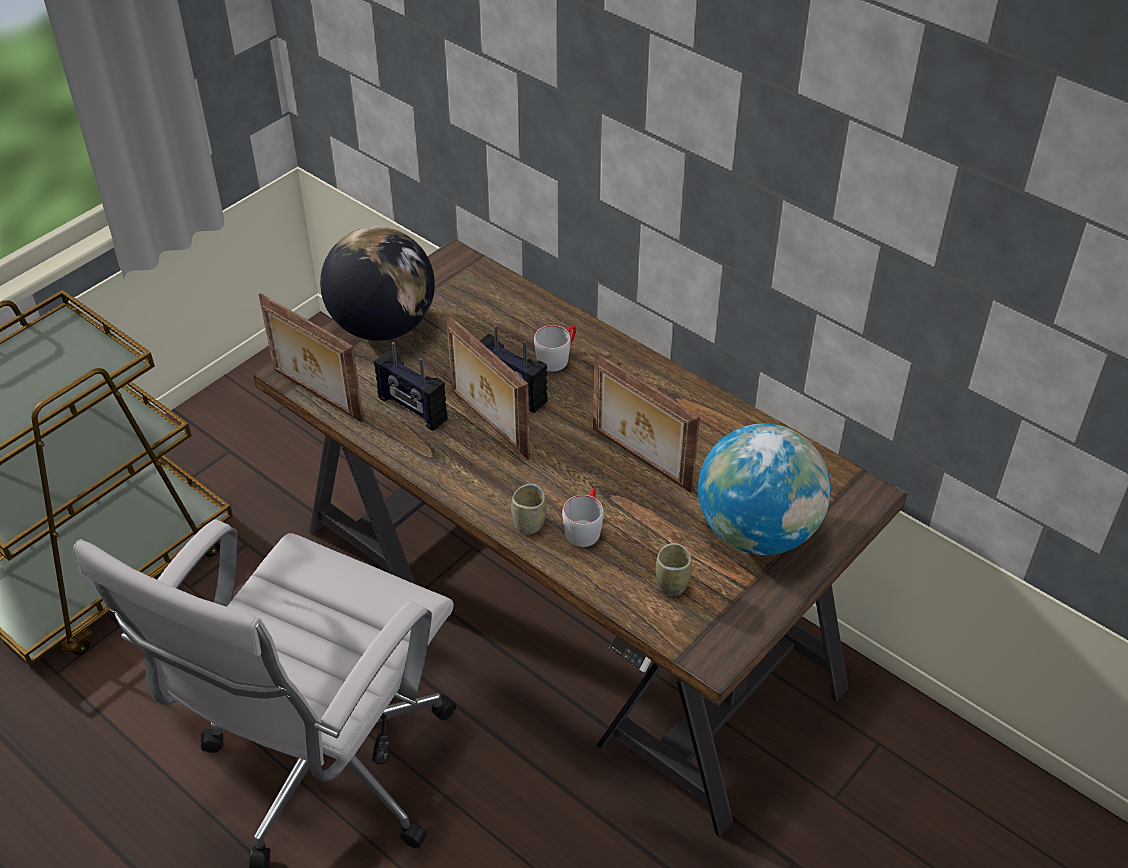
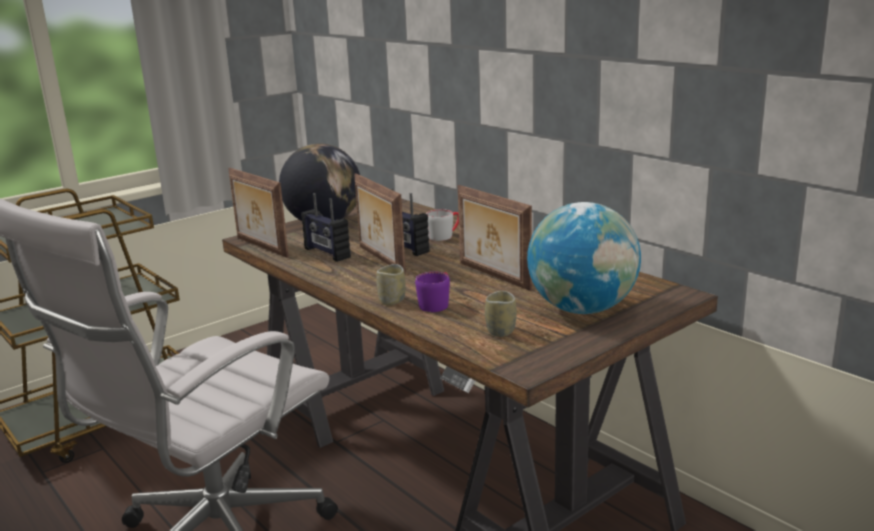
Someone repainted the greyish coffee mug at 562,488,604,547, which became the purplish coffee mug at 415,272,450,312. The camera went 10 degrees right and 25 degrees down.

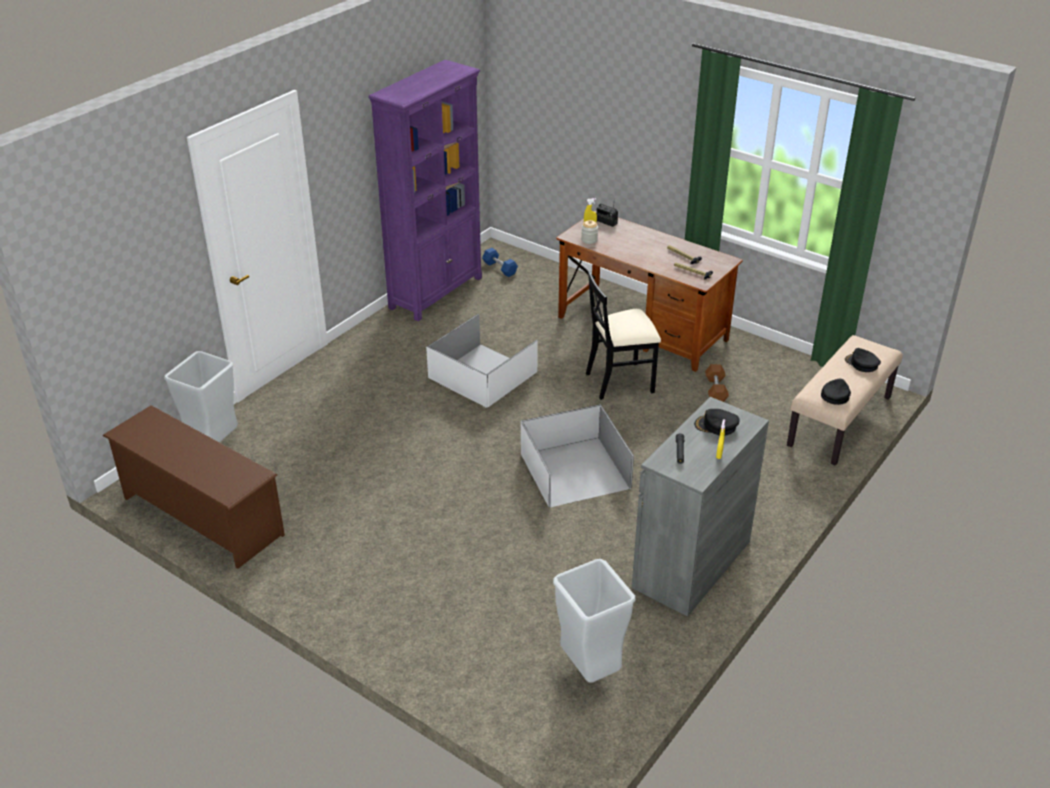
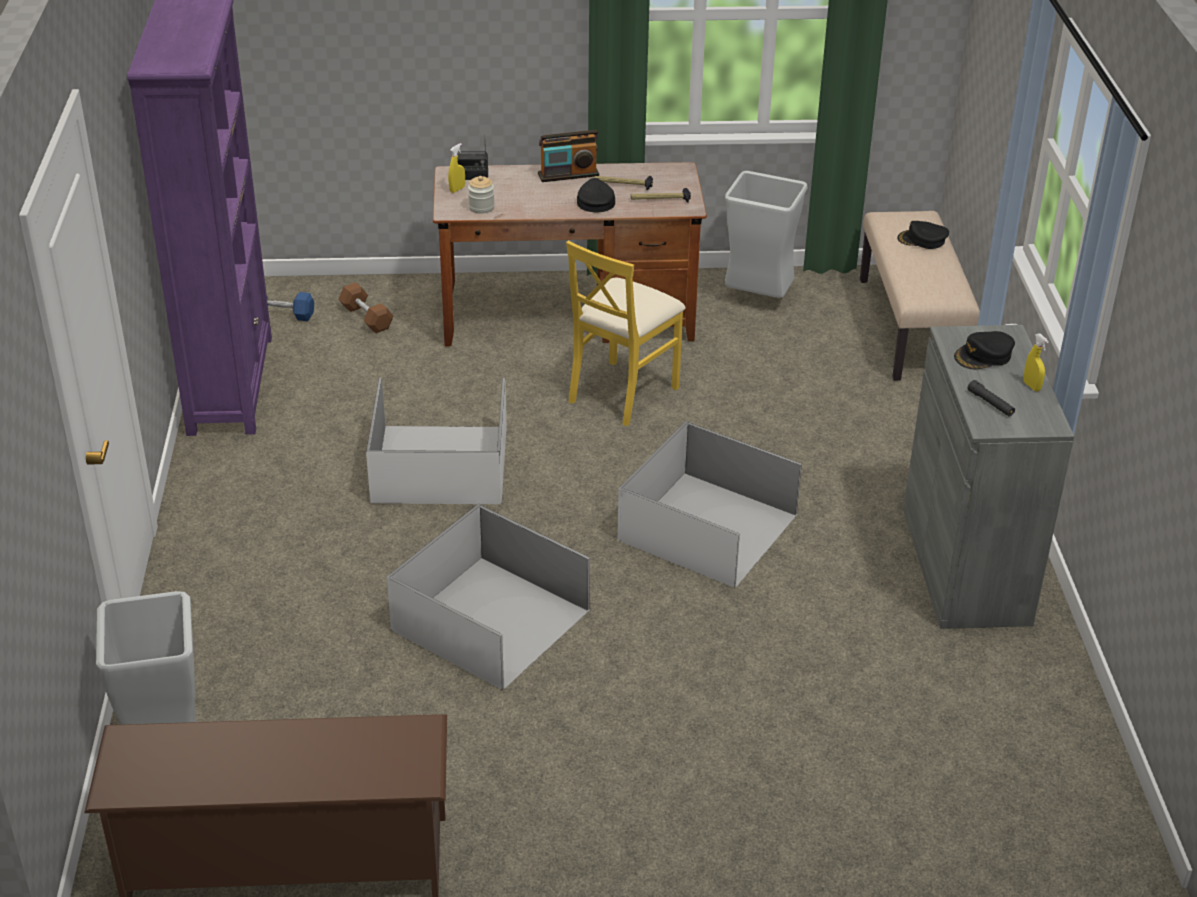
Someone repainted the blackish chair at 586,271,661,400, which became the yellow-coloured chair at 566,241,686,426. Someone carried the brownish hand weight from 705,364,729,402 to 338,282,394,333. Someone carried the blackish peaked cap from 821,379,851,405 to 577,178,615,212. Someone carried the greyish trash can from 553,559,635,683 to 725,171,807,298. Someone put down the radio receiver at 538,130,599,182. Someone put down the whitish storage bin at 387,504,590,690. The camera went 40 degrees left and 0 degrees up.

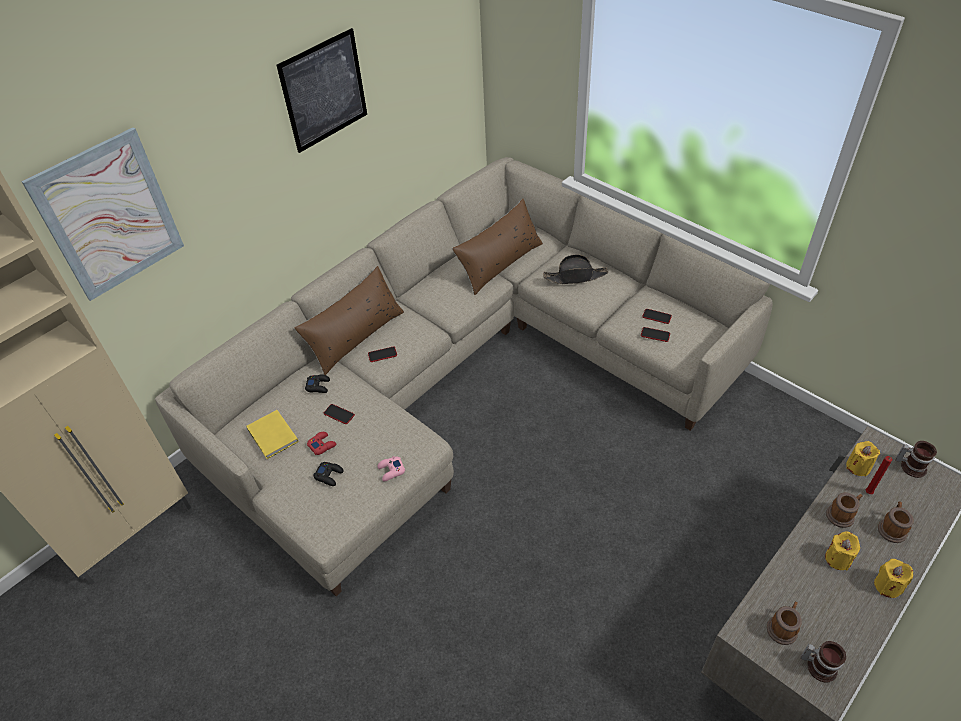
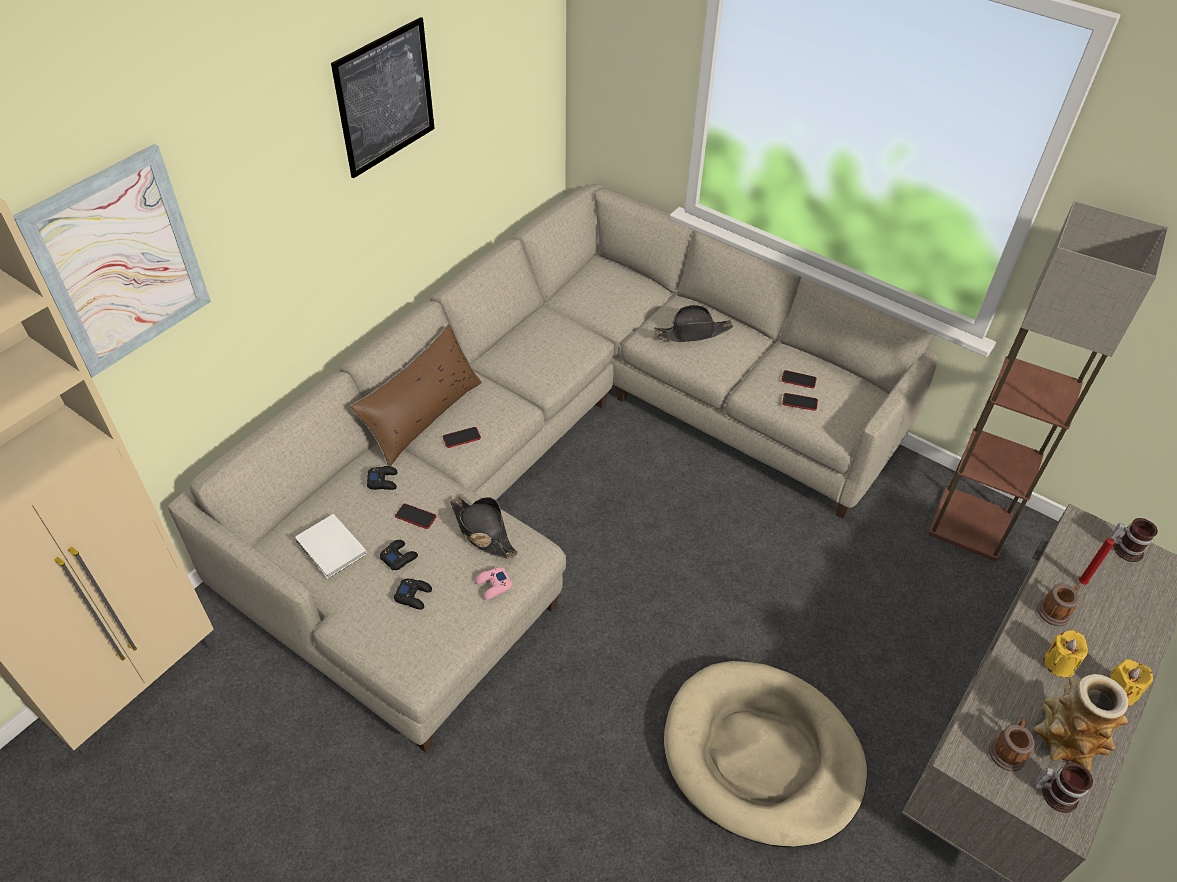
Someone took away the brownish pillow at 452,199,543,295. Someone repainted the yellow-coloured bound book at 246,410,299,459, which became the whitish bound book at 295,514,367,579. Someone repainted the red-coloured gamepad at 307,432,336,455, which became the blackish gamepad at 379,540,418,570. Someone took away the yellow-coloured wax light at 846,441,880,477. Someone took away the coffee mug at 878,501,914,543. Someone put down the standing lamp at 928,201,1169,561. Someone put down the blackish clothing hat at 450,497,518,558. Someone put down the beige dog cushion at 664,661,867,848. Someone put down the vase at 1033,674,1128,772. The camera went 10 degrees left and 0 degrees up.

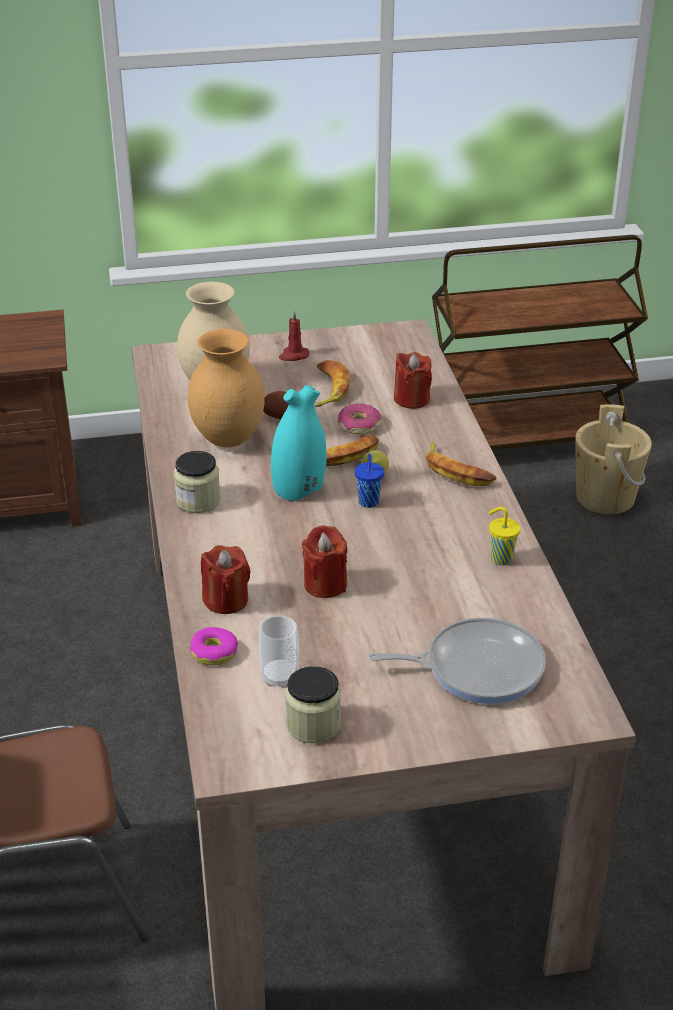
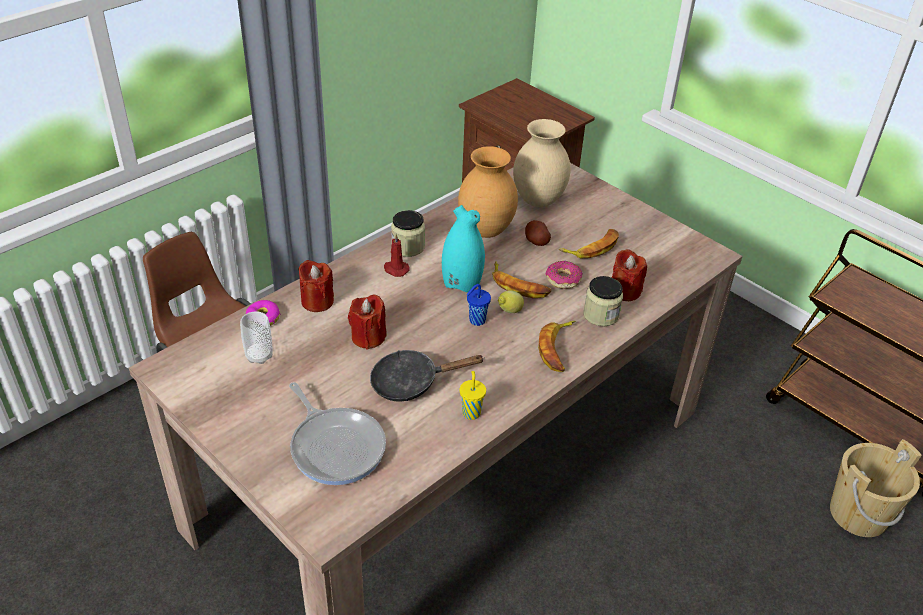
Someone carried the red-coloured wax light from 279,311,310,361 to 384,234,410,277. Someone carried the storage jar from 285,666,341,743 to 584,276,623,326. Someone put down the blackish frying pan at 370,350,485,401. The camera went 55 degrees right and 5 degrees up.

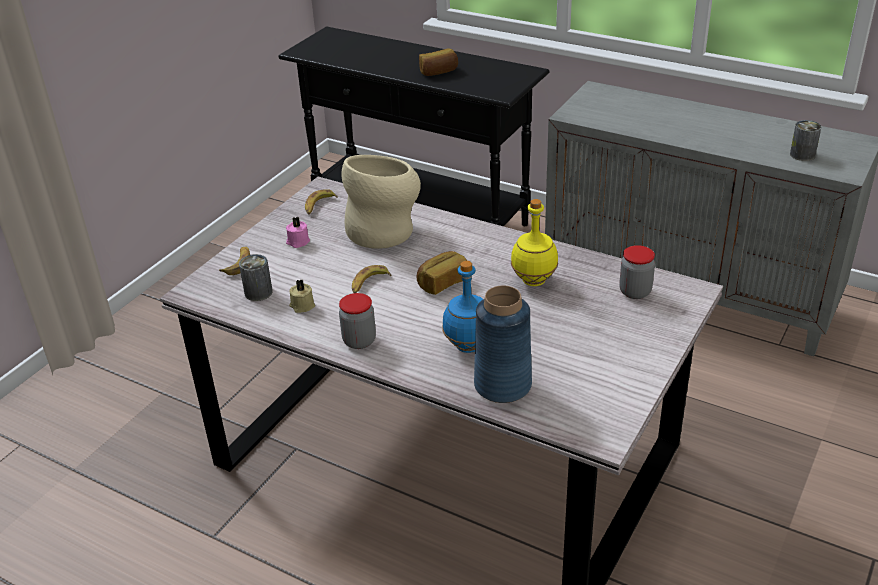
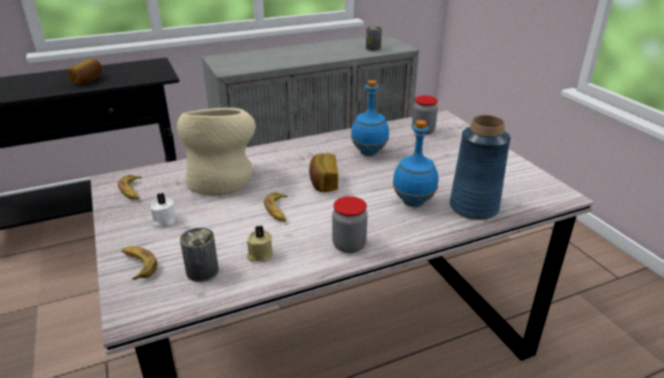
Someone repainted the yellow-coloured drink bottle at 511,199,558,286, which became the bluish drink bottle at 351,80,389,156. Someone repainted the pink wax light at 286,217,310,248, which became the whitish wax light at 151,193,176,227. The camera went 55 degrees left and 5 degrees down.

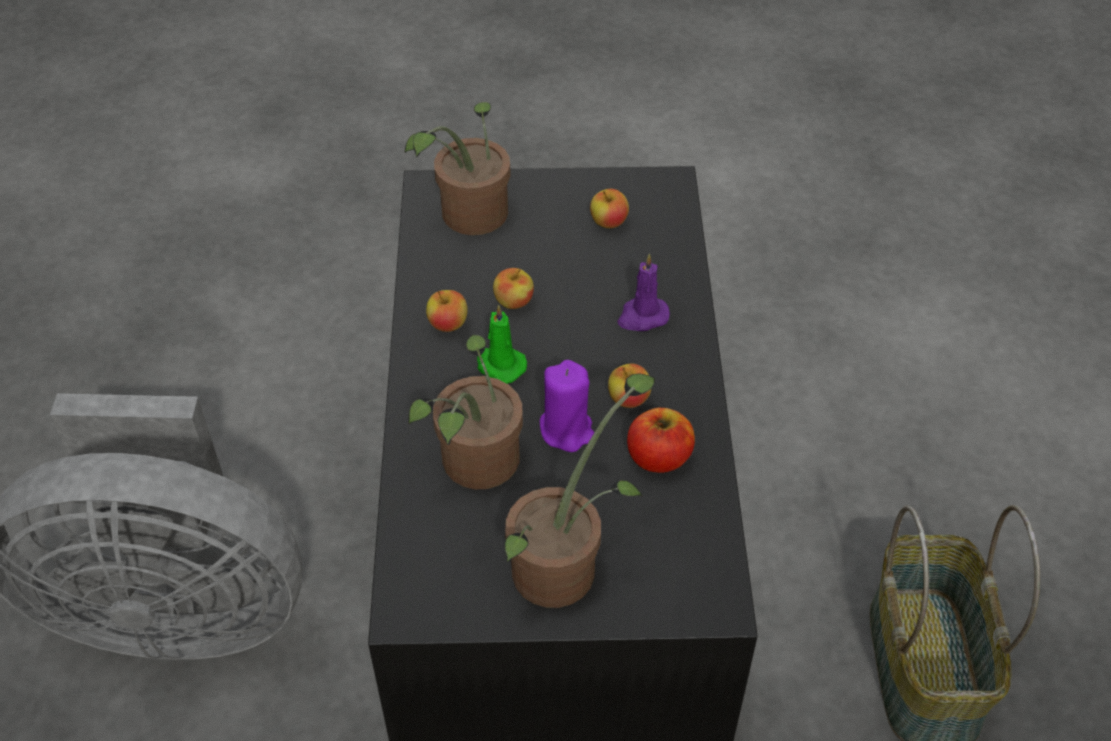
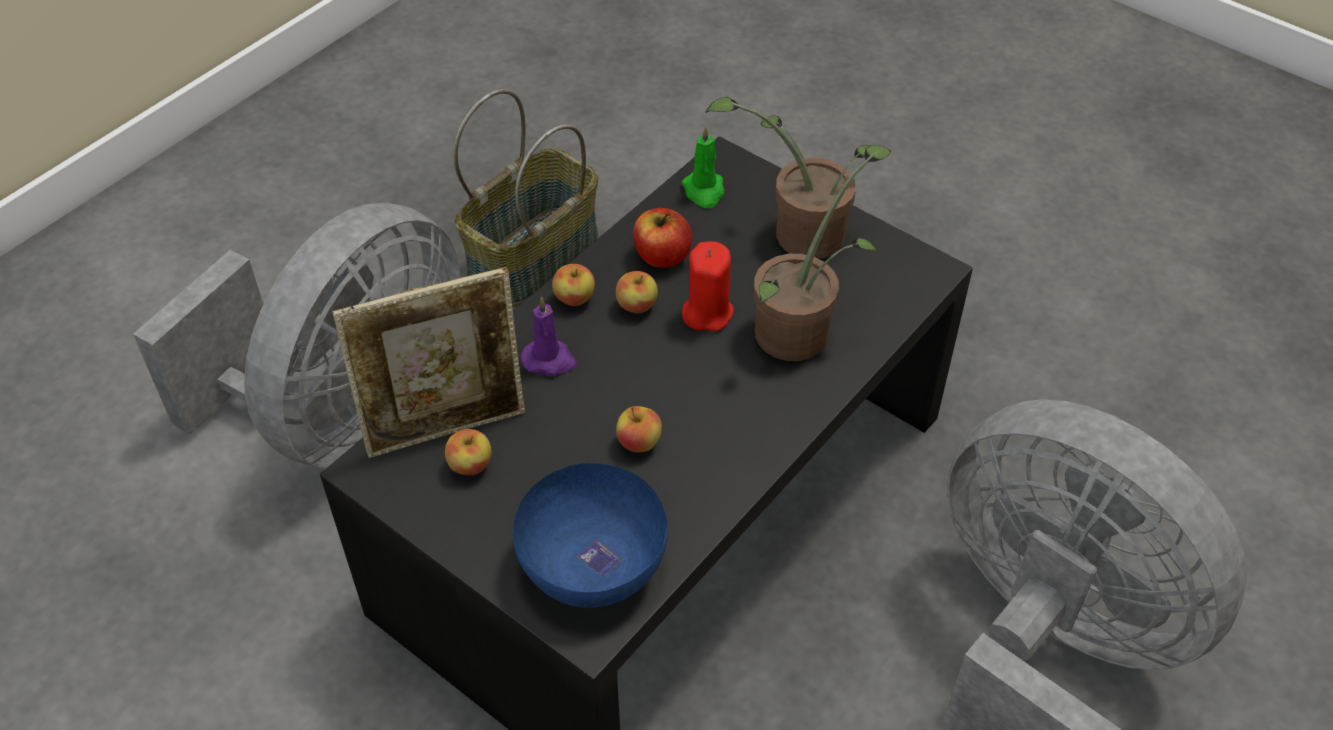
Someone swapped the plant in a pot at 405,102,511,235 for the bluish deep dish at 513,463,668,608. Someone carried the apple from 426,290,468,332 to 552,264,595,306. Someone carried the green wax light from 477,304,527,384 to 682,126,725,209. Someone repainted the purplish wax light at 540,360,594,452, which became the red-coloured wax light at 682,241,734,332. Someone put down the greyish cooling fan at 133,203,460,468. Someone put down the photo frame at 332,267,525,458. The camera went 140 degrees left and 0 degrees up.

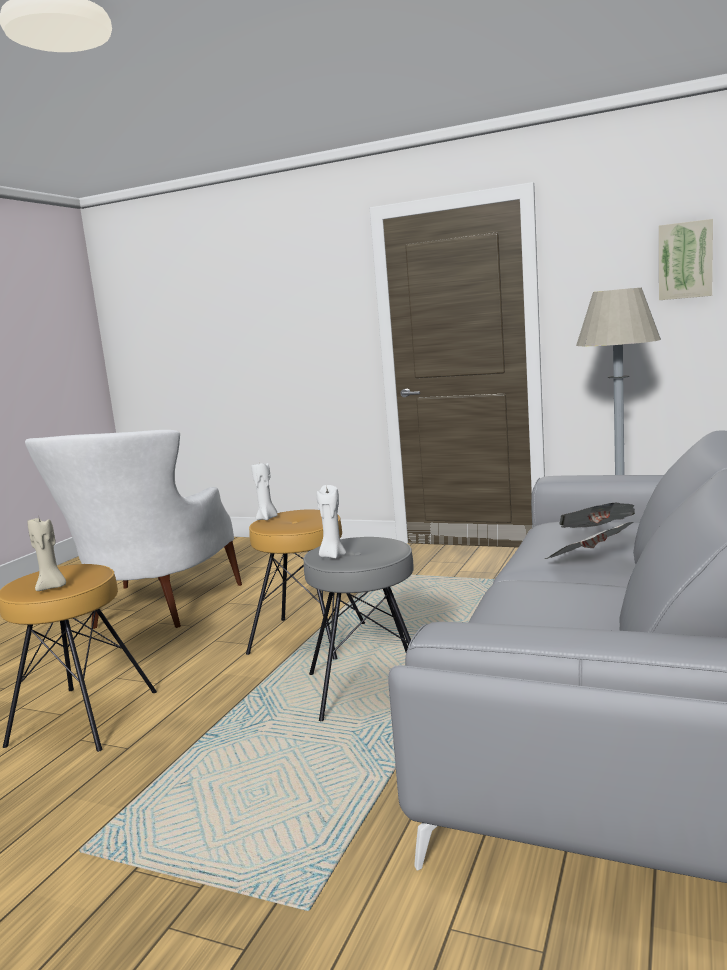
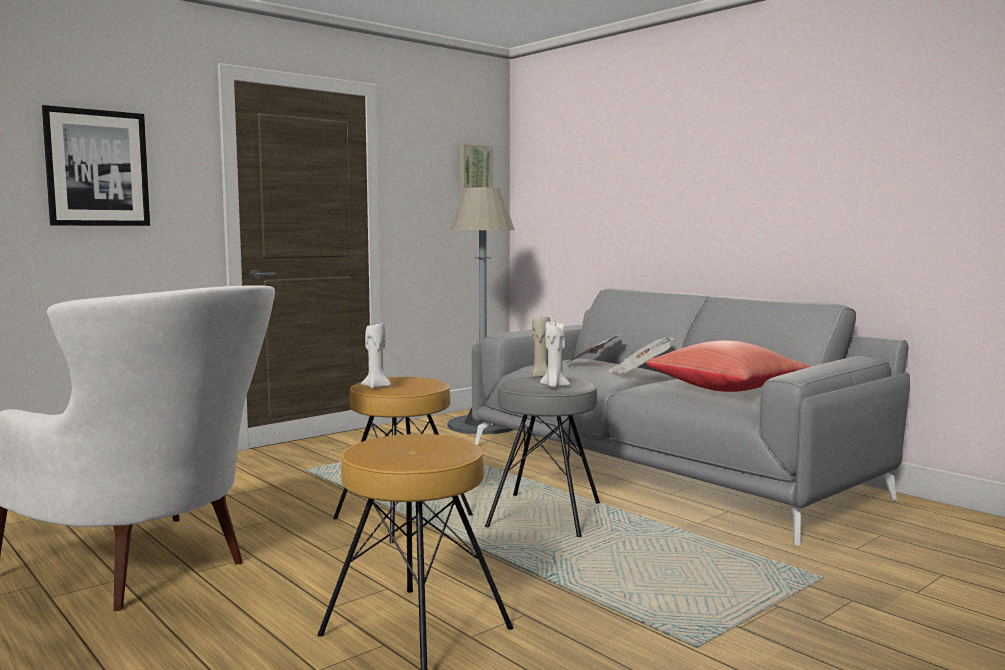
Someone carried the beige wax light from 27,518,66,591 to 530,317,550,378. Someone put up the picture at 42,105,150,226. Someone put down the red-coloured pillow at 646,341,811,392. The camera went 65 degrees left and 5 degrees down.

